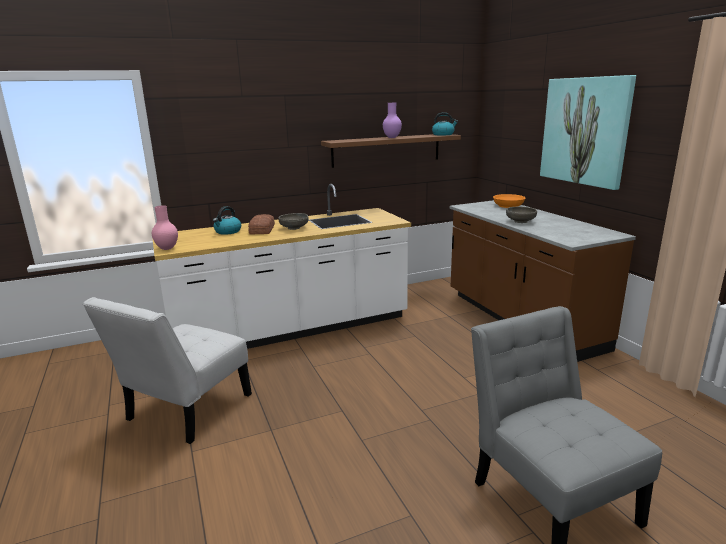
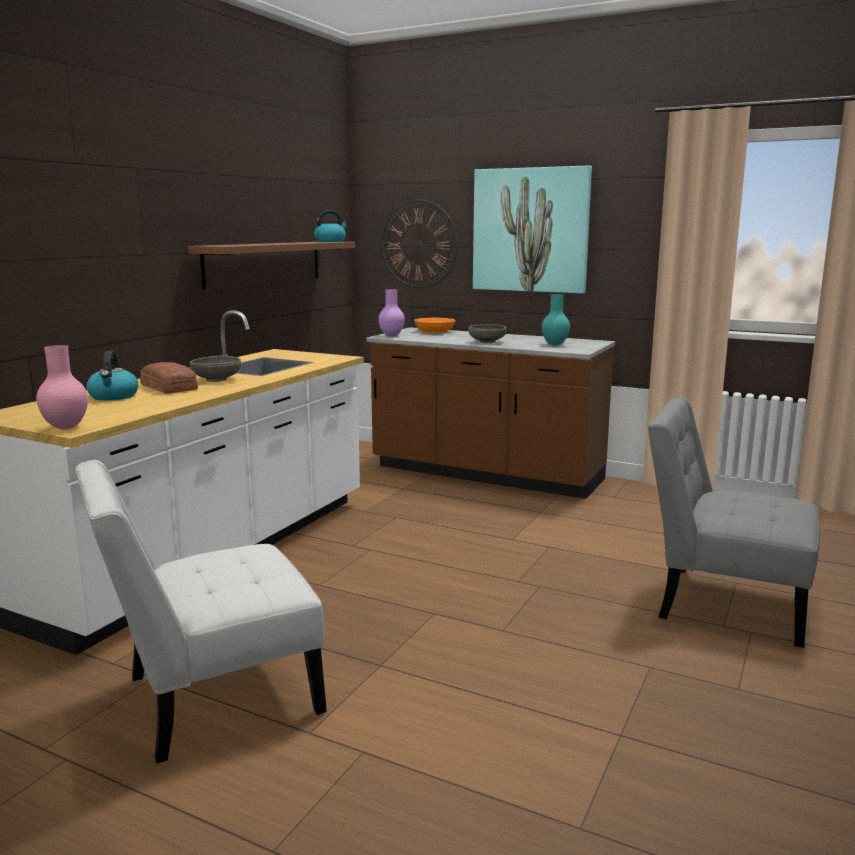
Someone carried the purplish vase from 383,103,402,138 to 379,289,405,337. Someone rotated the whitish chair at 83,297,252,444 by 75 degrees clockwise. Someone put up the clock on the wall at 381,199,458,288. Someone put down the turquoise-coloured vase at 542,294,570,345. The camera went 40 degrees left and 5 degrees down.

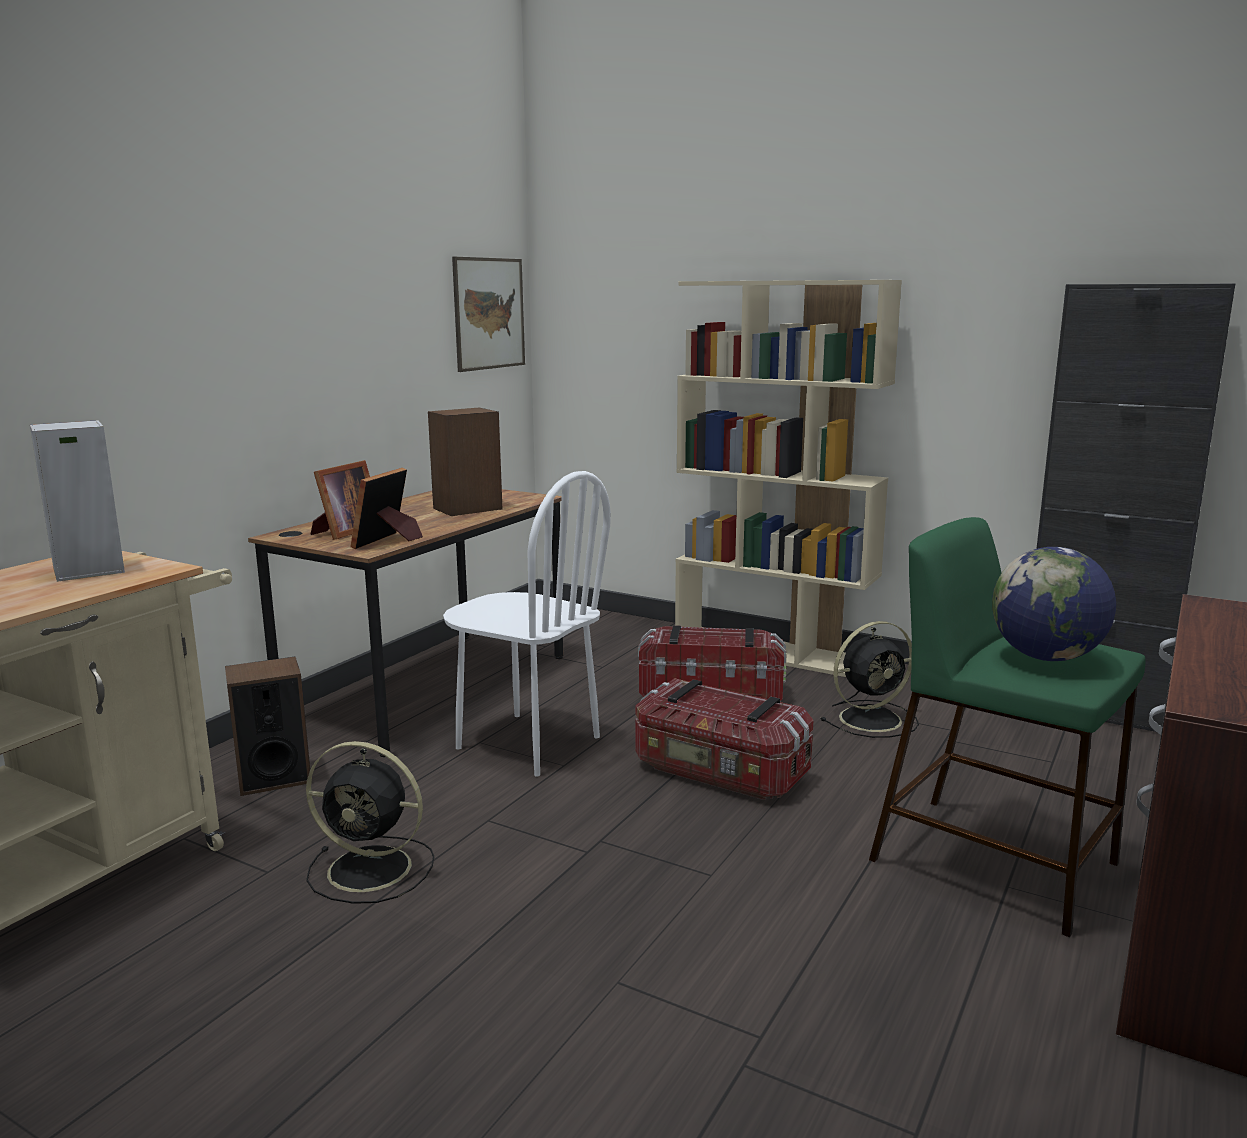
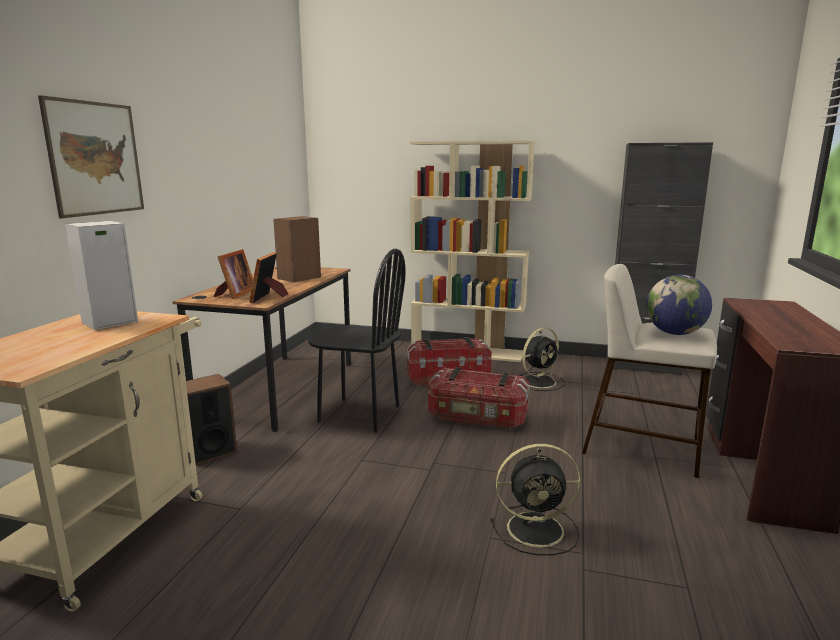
Someone carried the picture from 452,257,525,372 to 38,95,144,218. Someone repainted the whitish chair at 443,471,611,777, which became the blackish chair at 308,249,406,432. Someone repainted the green stool seat at 869,517,1145,937, which became the beige stool seat at 582,264,717,478. Someone carried the blackish cooling fan from 306,741,434,904 to 490,444,581,555. The camera went 15 degrees left and 0 degrees up.

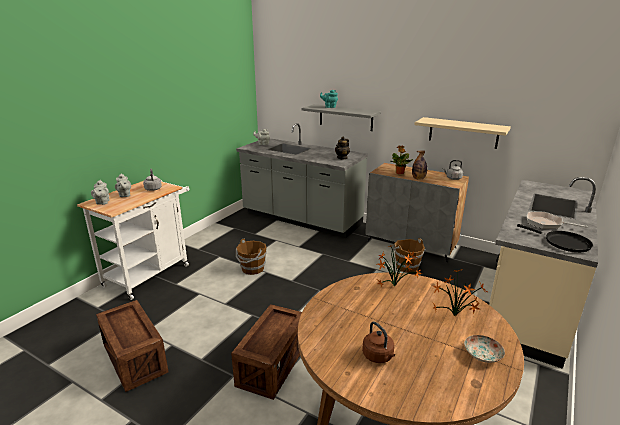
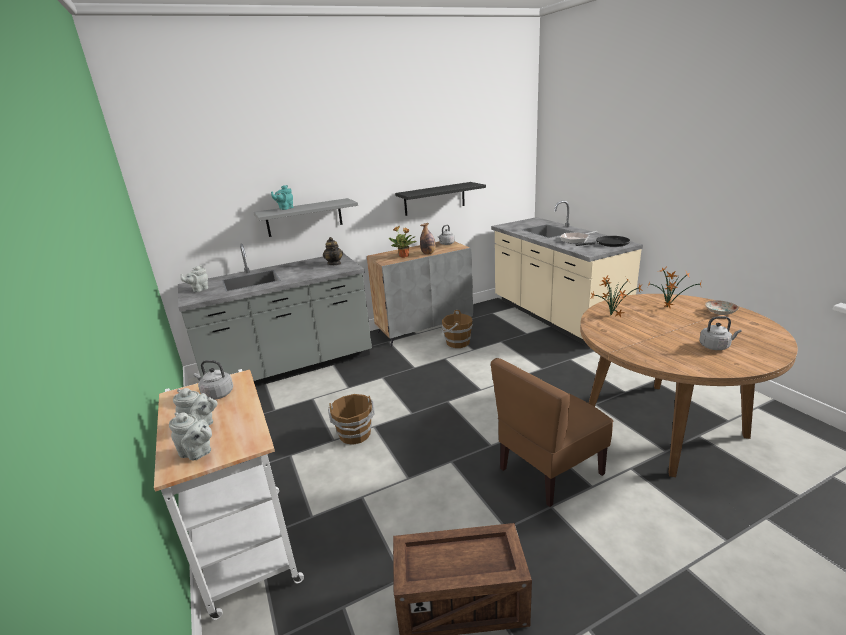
Someone repainted the beige shelf at 414,117,511,149, which became the blackish shelf at 395,182,486,216. Someone swapped the shipping crate at 231,304,302,400 for the brownish chair at 491,358,613,507. Someone repainted the brownish kettle at 362,322,395,363, which became the greyish kettle at 699,316,742,350. The camera went 55 degrees left and 0 degrees up.

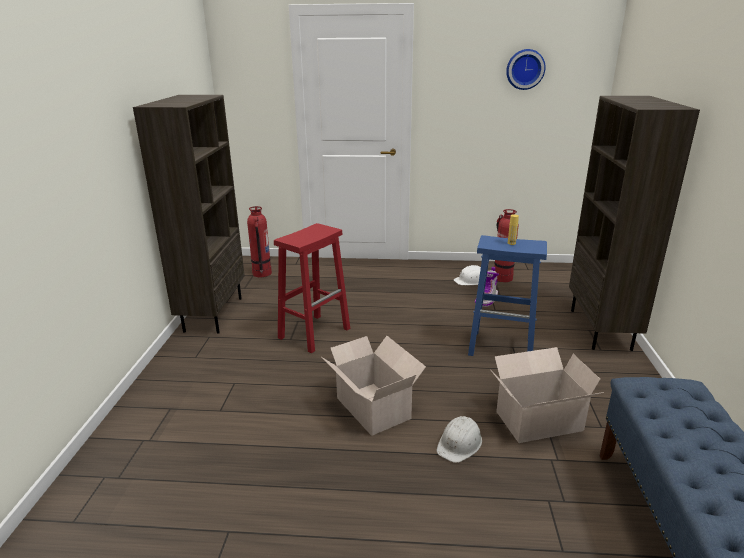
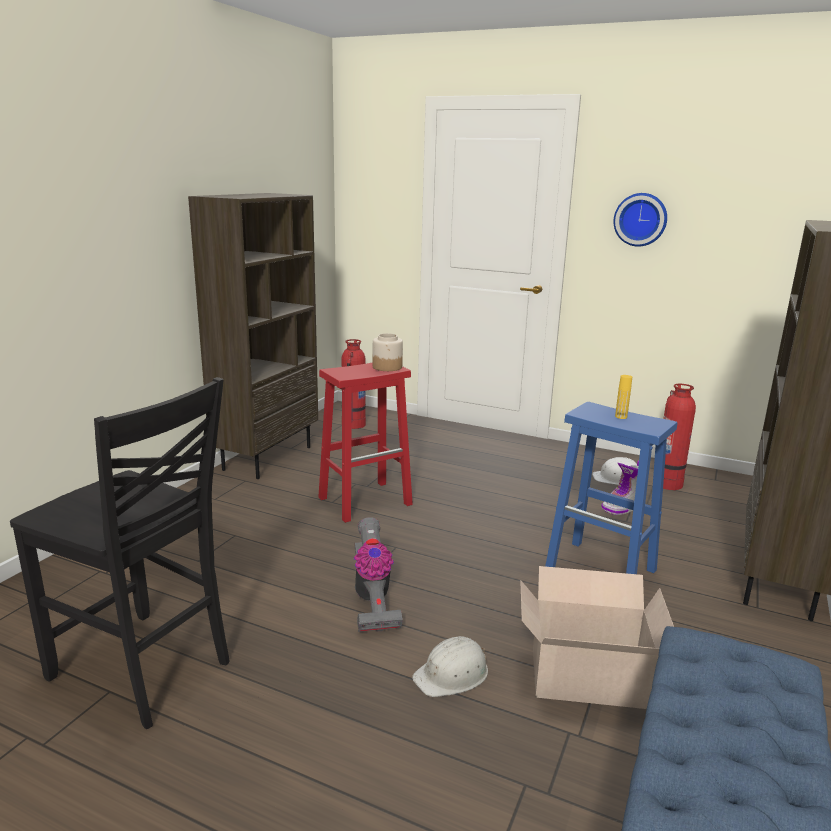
Someone carried the clock on the wall from 506,49,545,90 to 613,193,667,247. Someone swapped the packing box at 322,336,426,436 for the vacuum cleaner at 354,517,403,632. Someone put down the storage jar at 373,333,403,371. Someone put down the blackish chair at 10,377,229,729. The camera went 20 degrees right and 5 degrees down.

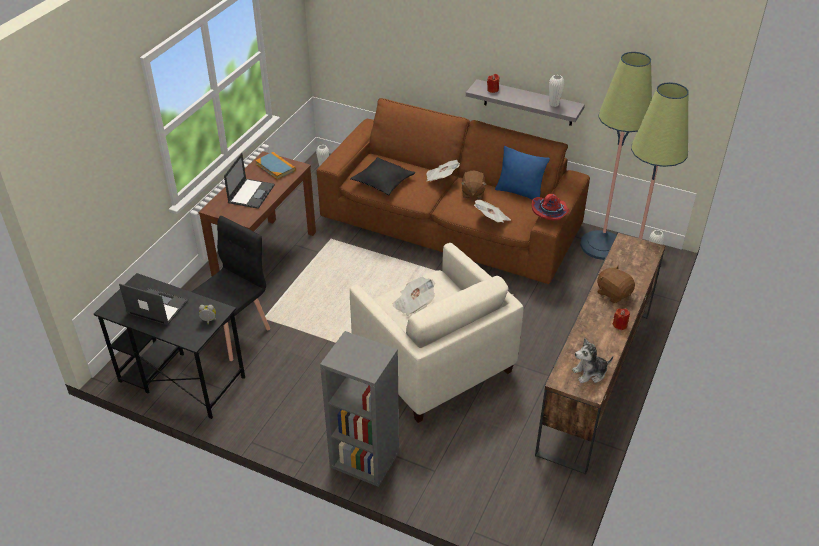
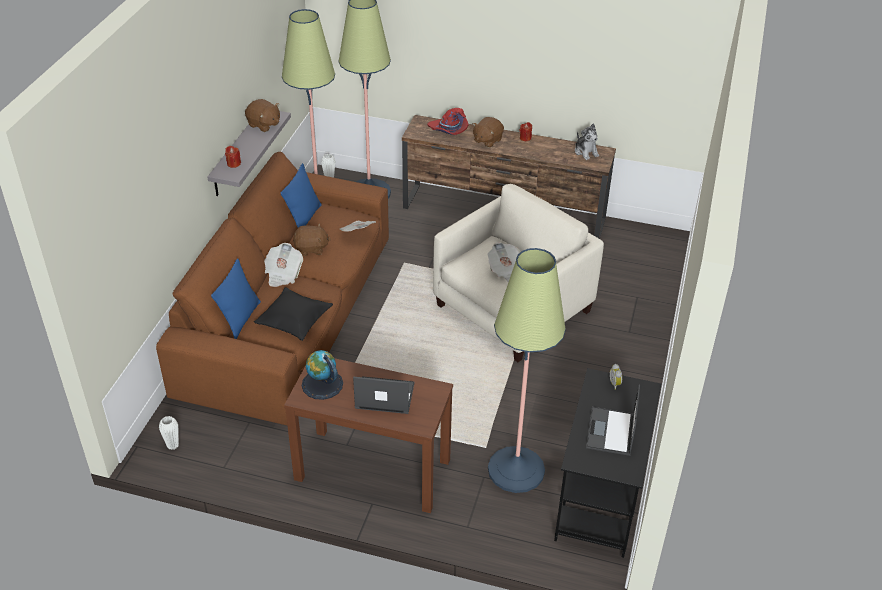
Someone swapped the whitish vase at 549,75,565,107 for the brownish cuddly toy at 245,99,280,132. Someone swapped the bound book at 255,152,296,180 for the globe at 302,350,343,400. Someone carried the red-coloured clothing hat from 532,194,570,221 to 427,108,468,135. Someone swapped the blackish chair at 192,216,270,361 for the standing lamp at 488,248,566,493. Someone took away the greyish bookcase at 320,331,399,487. Someone put down the bluish pillow at 211,259,261,339. The camera went 100 degrees left and 0 degrees up.

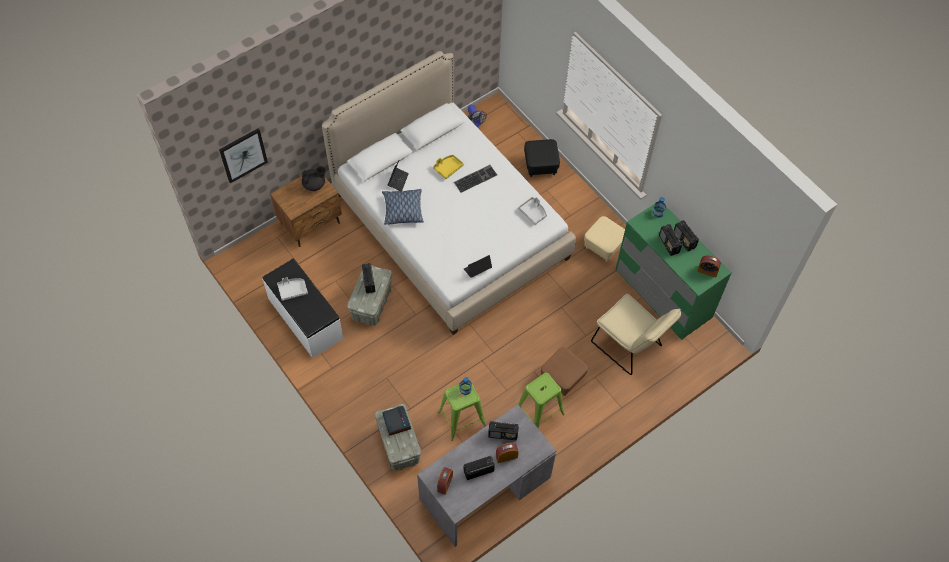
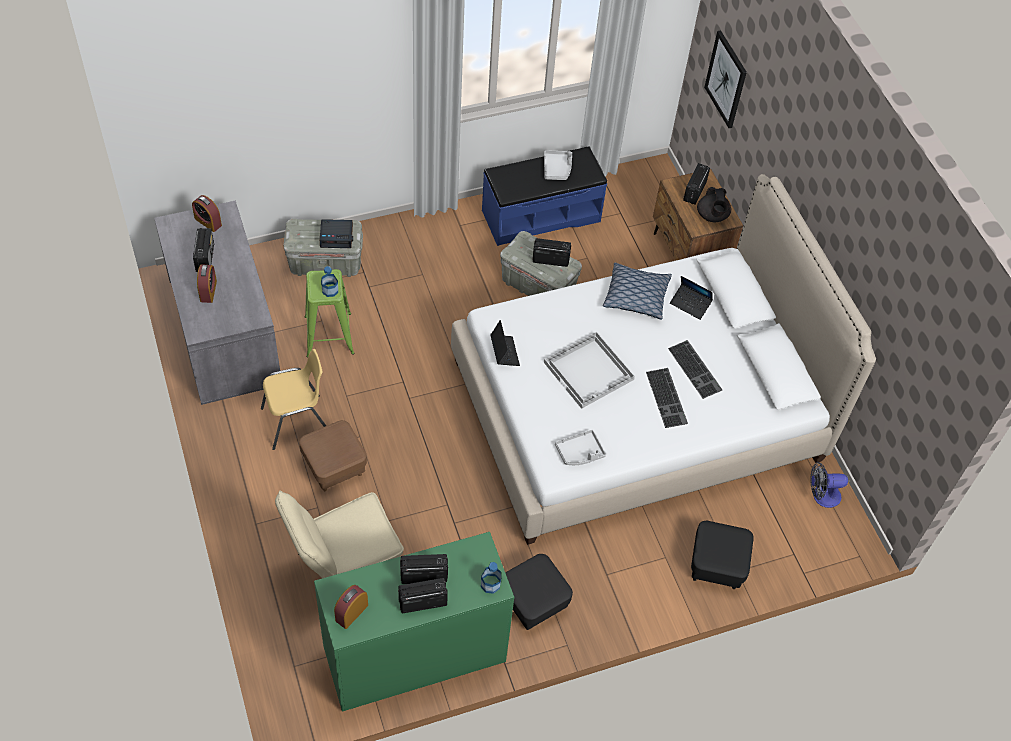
Someone swapped the yellow-coloured carrying tray at 433,155,464,179 for the PC keyboard at 668,340,722,399. Someone repainted the beige ottoman at 584,216,625,262, which became the blackish ottoman at 505,554,573,630. Someone repainted the whitish bench at 262,259,344,358, which became the bluish bench at 482,146,607,246. Someone swapped the green stool seat at 518,373,565,428 for the yellow-coloured chair at 261,349,326,450. Someone carried the radio receiver from 488,421,519,440 to 683,163,710,205. Someone put down the whitish carrying tray at 544,332,635,409. The camera went 105 degrees right and 5 degrees down.

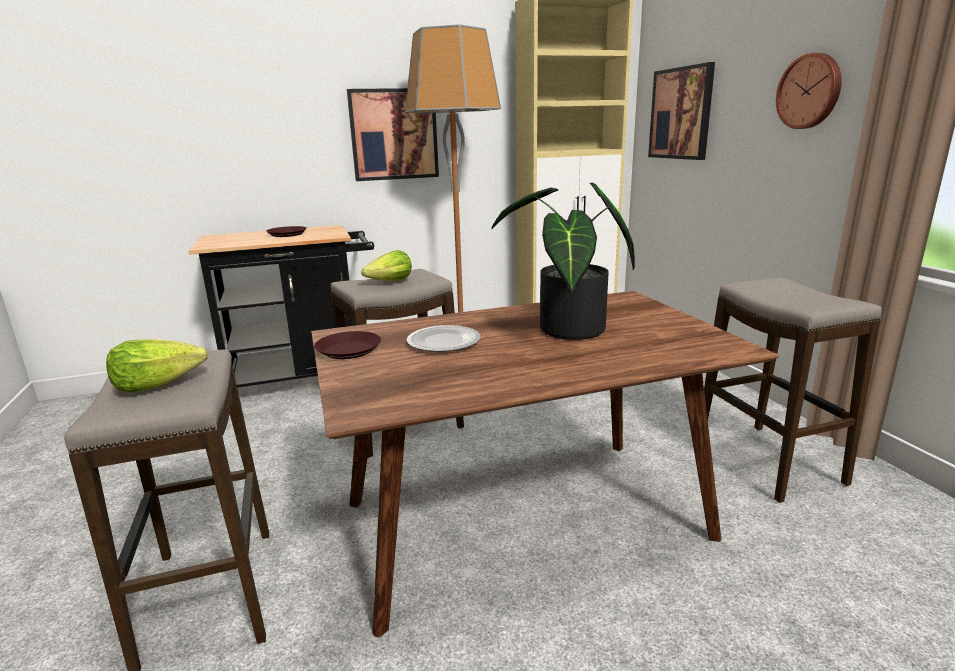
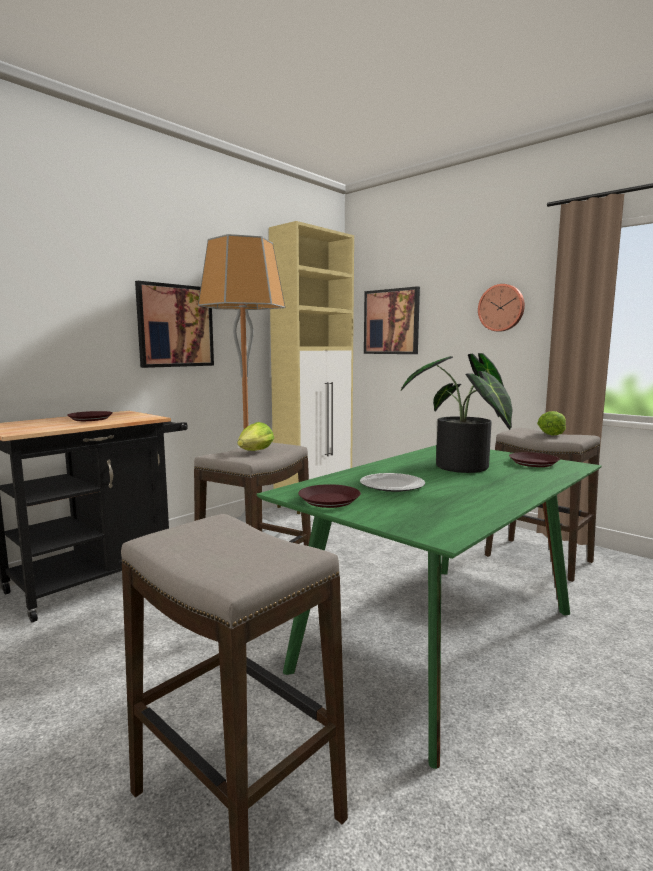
Someone repainted the brownish dinner table at 311,291,779,637, which became the green dinner table at 257,445,602,769. Someone carried the head of lettuce from 106,339,208,393 to 537,411,566,435. Someone put down the brownish plate at 509,452,560,467. The camera went 30 degrees left and 10 degrees down.

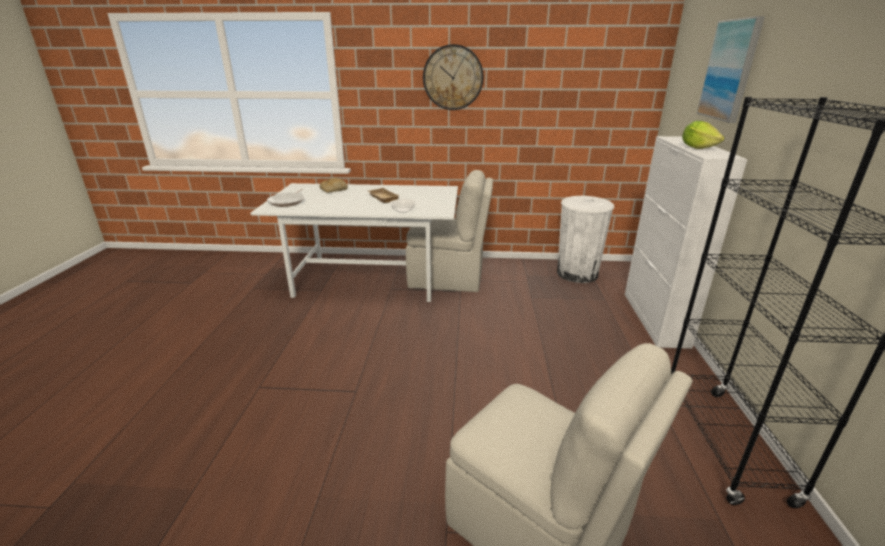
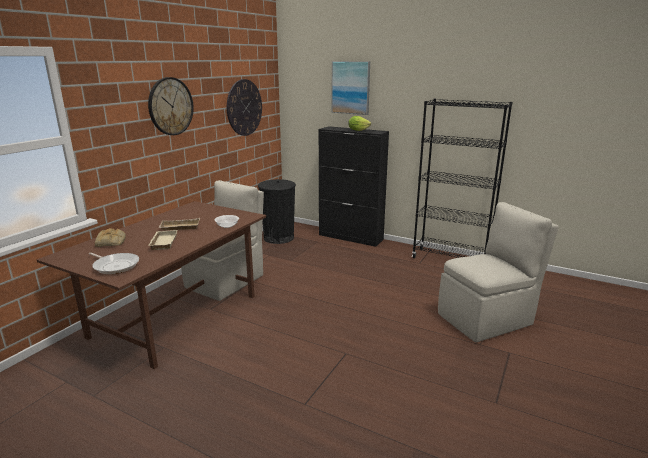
Someone repainted the whitish cupboard at 625,136,748,349, which became the blackish cupboard at 319,126,389,247. Someone repainted the whitish dinner table at 251,183,458,302, which became the brownish dinner table at 37,201,266,369. Someone repainted the whitish trash can at 557,196,614,283, which became the blackish trash can at 258,179,296,244. Someone put up the clock on the wall at 227,79,262,136. Someone put down the beige carrying tray at 148,230,177,250. The camera went 65 degrees left and 5 degrees down.

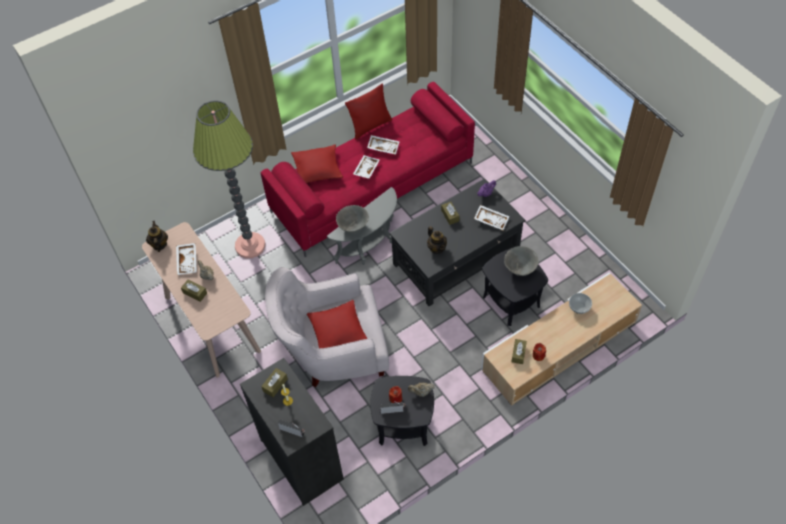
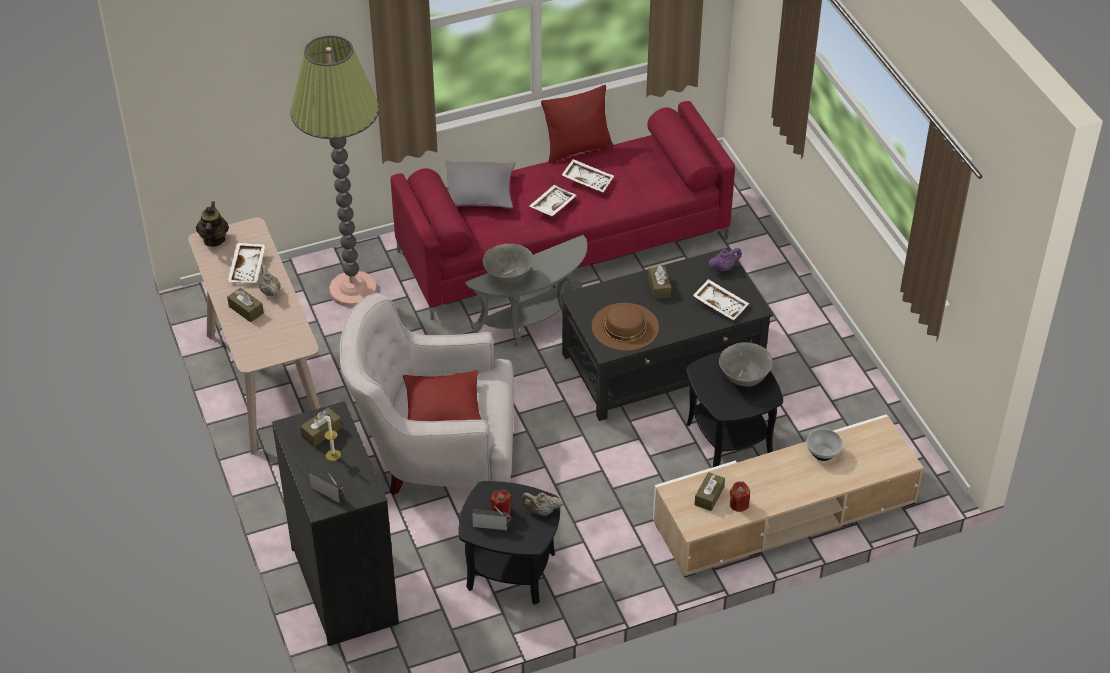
Someone repainted the red-coloured pillow at 291,144,343,183, which became the greyish pillow at 445,161,515,208. Someone swapped the teapot at 427,226,447,254 for the brownish clothing hat at 592,303,659,351. The camera went 10 degrees right and 10 degrees down.

